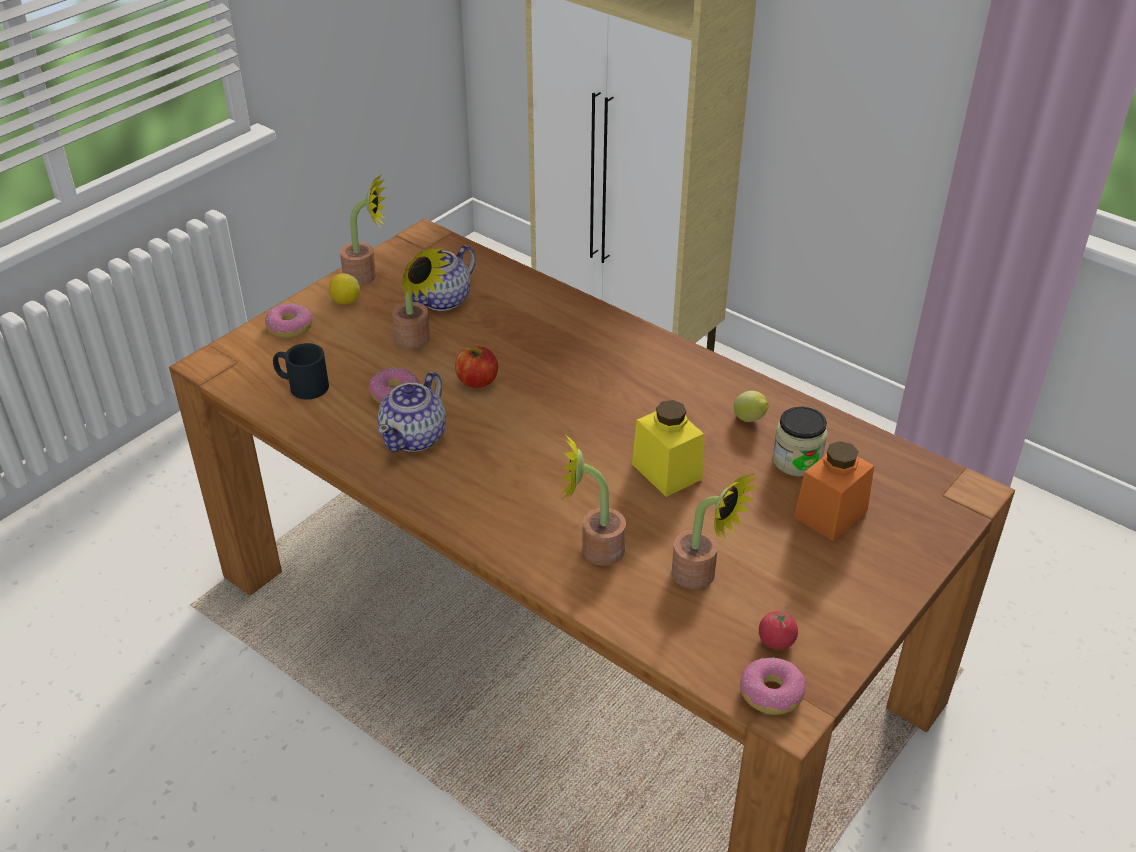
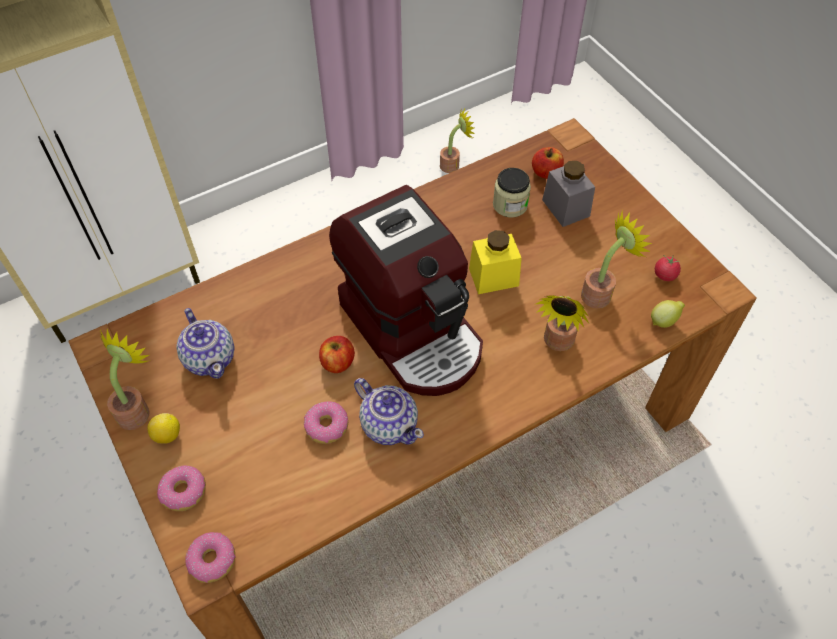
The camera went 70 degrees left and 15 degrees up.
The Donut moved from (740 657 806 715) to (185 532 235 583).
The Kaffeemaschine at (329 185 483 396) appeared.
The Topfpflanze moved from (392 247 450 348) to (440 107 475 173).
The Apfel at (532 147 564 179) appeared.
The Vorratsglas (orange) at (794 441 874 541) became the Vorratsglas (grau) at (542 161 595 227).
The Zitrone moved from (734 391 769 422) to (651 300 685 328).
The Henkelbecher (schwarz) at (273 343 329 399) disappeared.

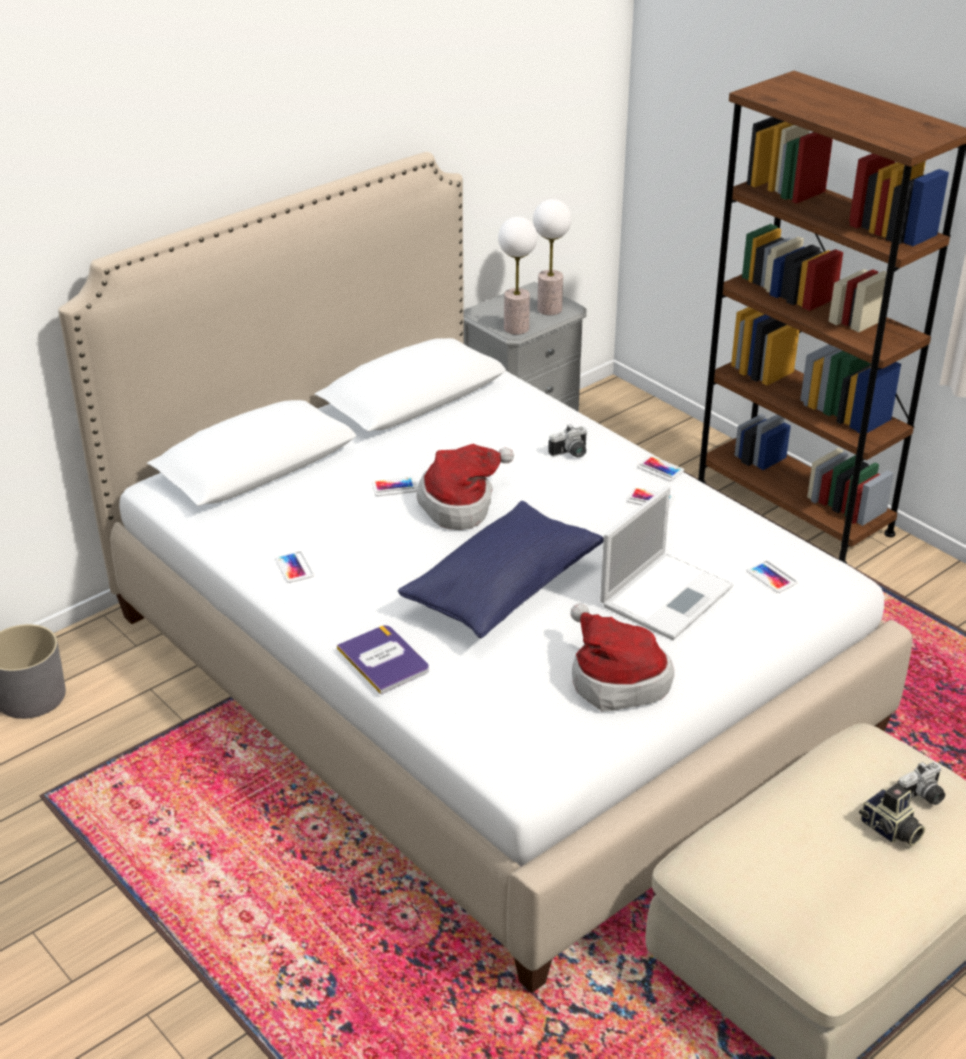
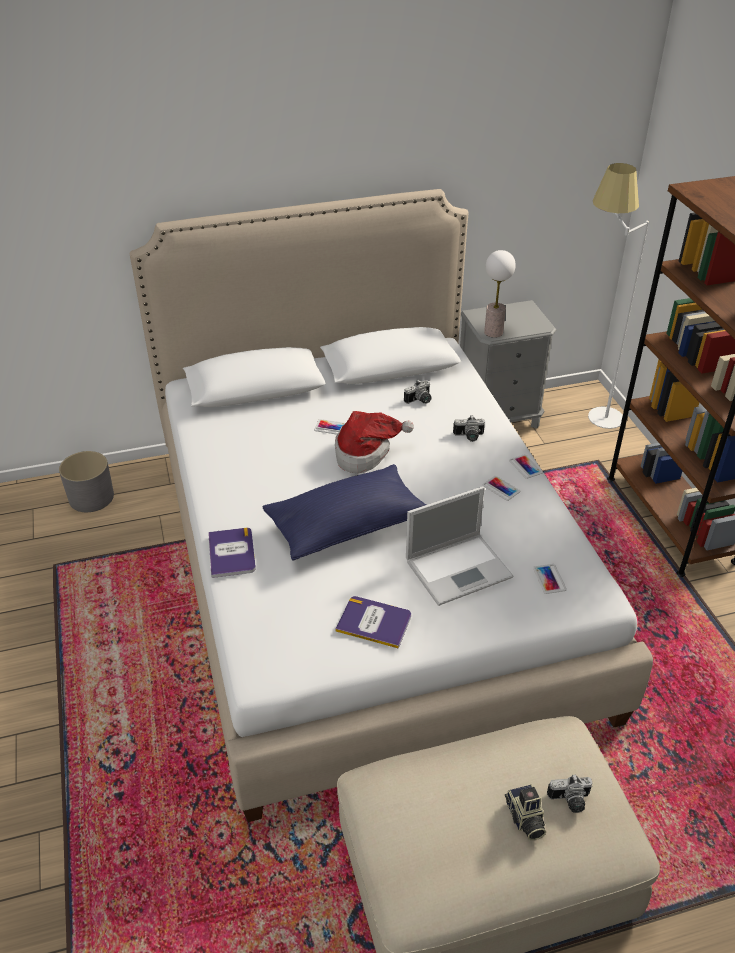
The camera went 25 degrees right and 5 degrees up.
The Hut at (571 603 674 712) was replaced by the Buch at (336 596 411 649).
The Kamera at (404 380 431 404) appeared.
The Stehlampe (weiß) at (588 163 649 429) appeared.
The Handy at (275 551 315 583) disappeared.
The Tischlampe at (533 199 572 315) disappeared.

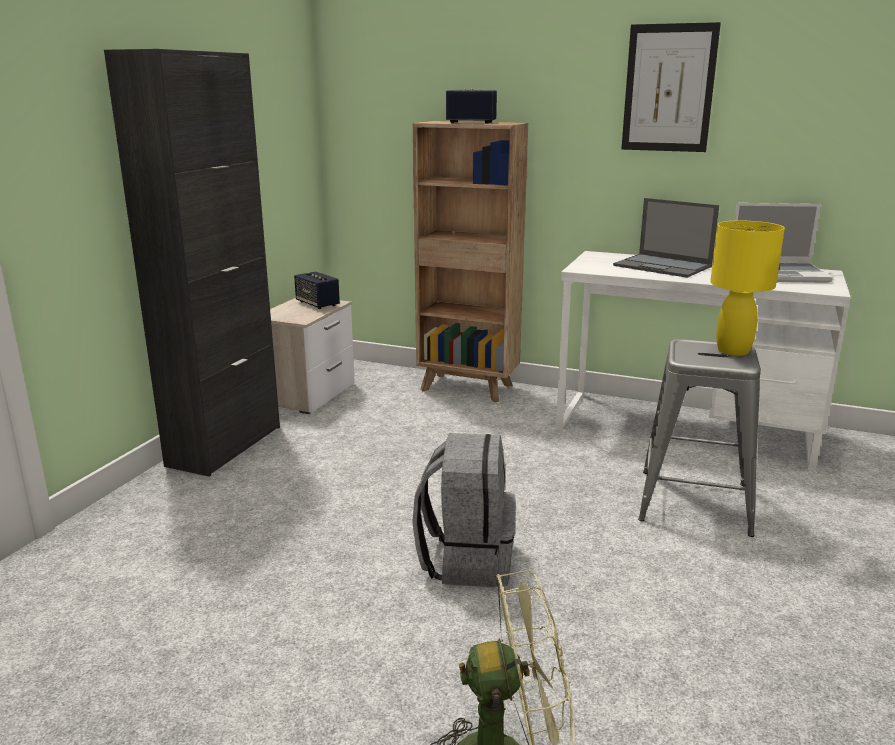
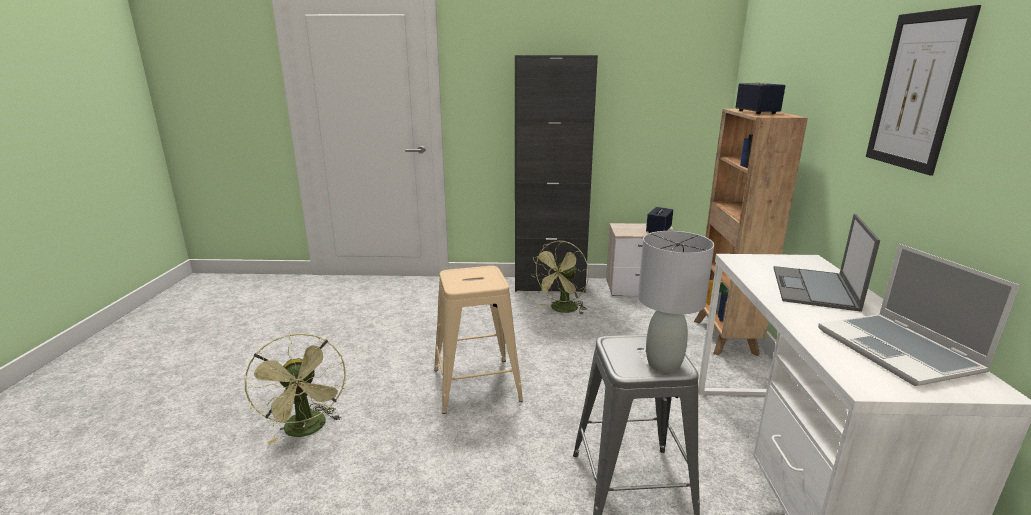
The camera went 70 degrees right and 0 degrees up.
The Rucksack (grau) at (412 433 516 587) was replaced by the Hocker (beige) at (434 266 523 414).
The Ventilator (grün) at (531 241 589 315) appeared.
The Tischlampe (gelb) at (710 221 785 356) became the Tischlampe (grau) at (638 231 714 373).

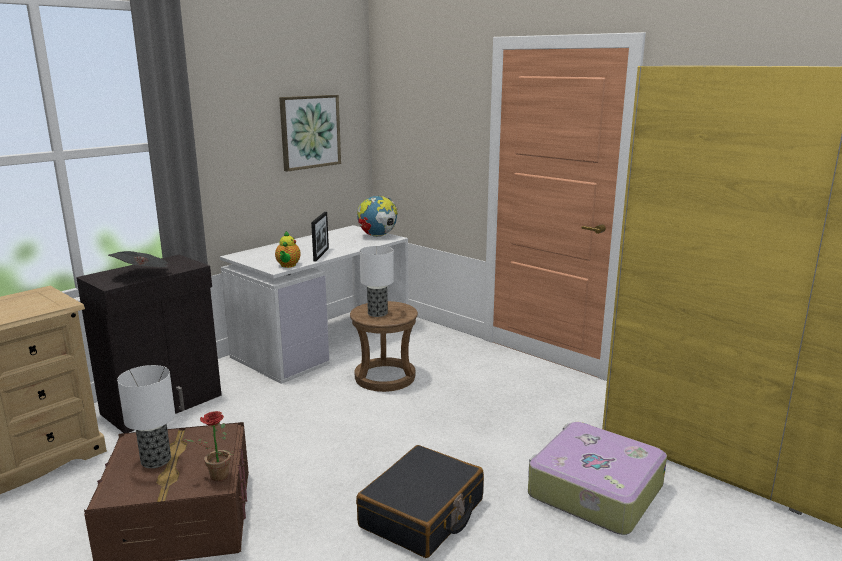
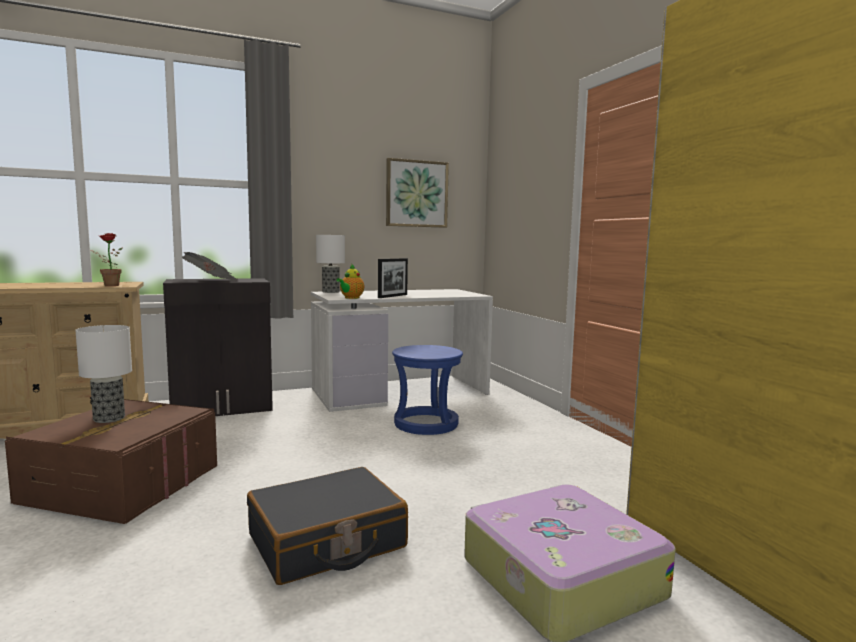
The camera went 25 degrees right and 10 degrees down.
The Topfpflanze moved from (184 411 233 481) to (91 233 123 286).
The Tischlampe moved from (360 246 394 317) to (316 235 345 293).
The Hocker (braun) at (350 301 418 392) became the Hocker (blau) at (392 345 463 435).
The Globus at (357 196 398 237) disappeared.

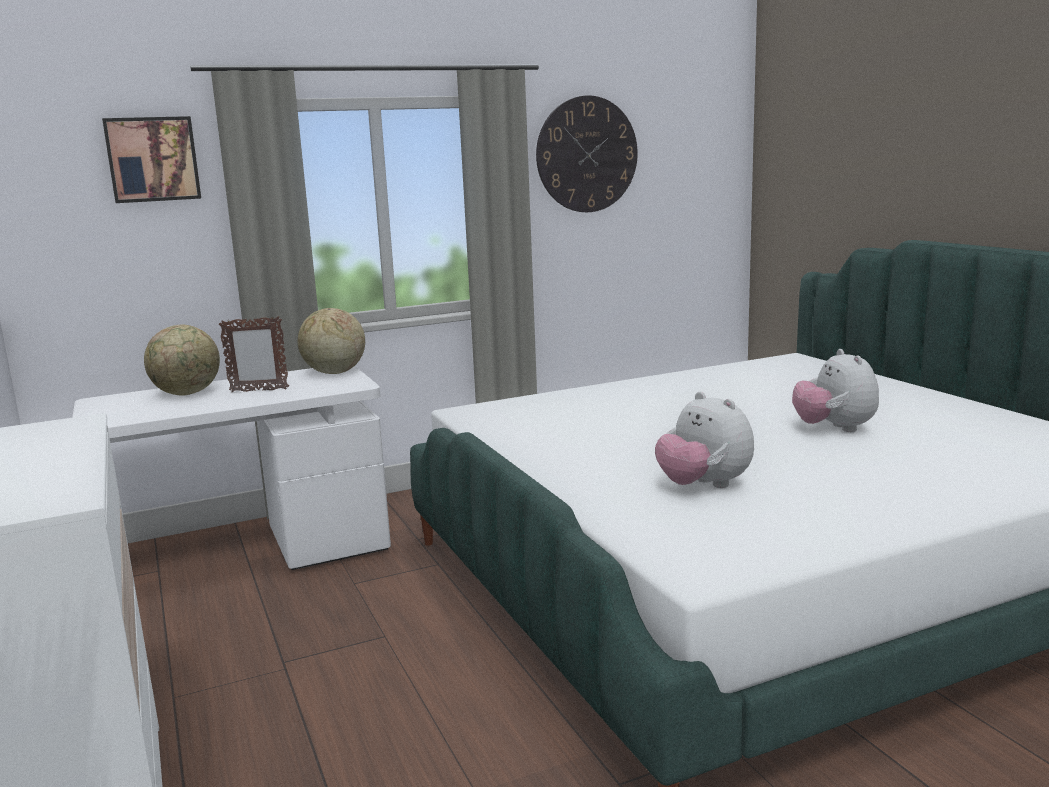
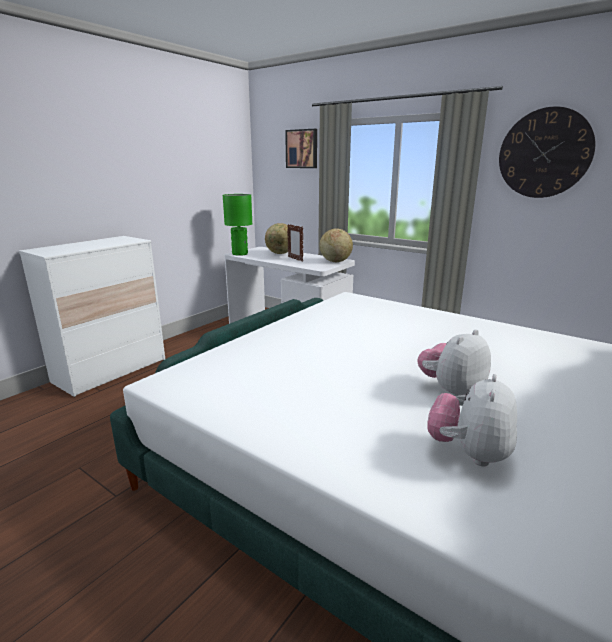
The camera went 60 degrees right and 5 degrees up.
The Tischlampe (grün) at (223 194 252 256) appeared.
The Plüschtier moved from (655 392 754 488) to (427 374 517 466).

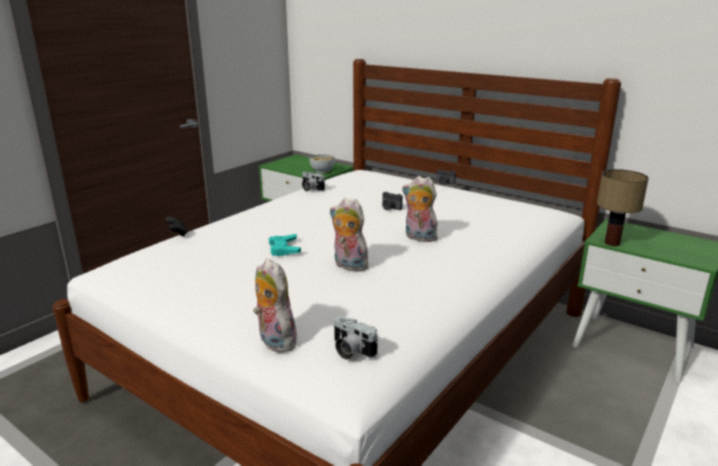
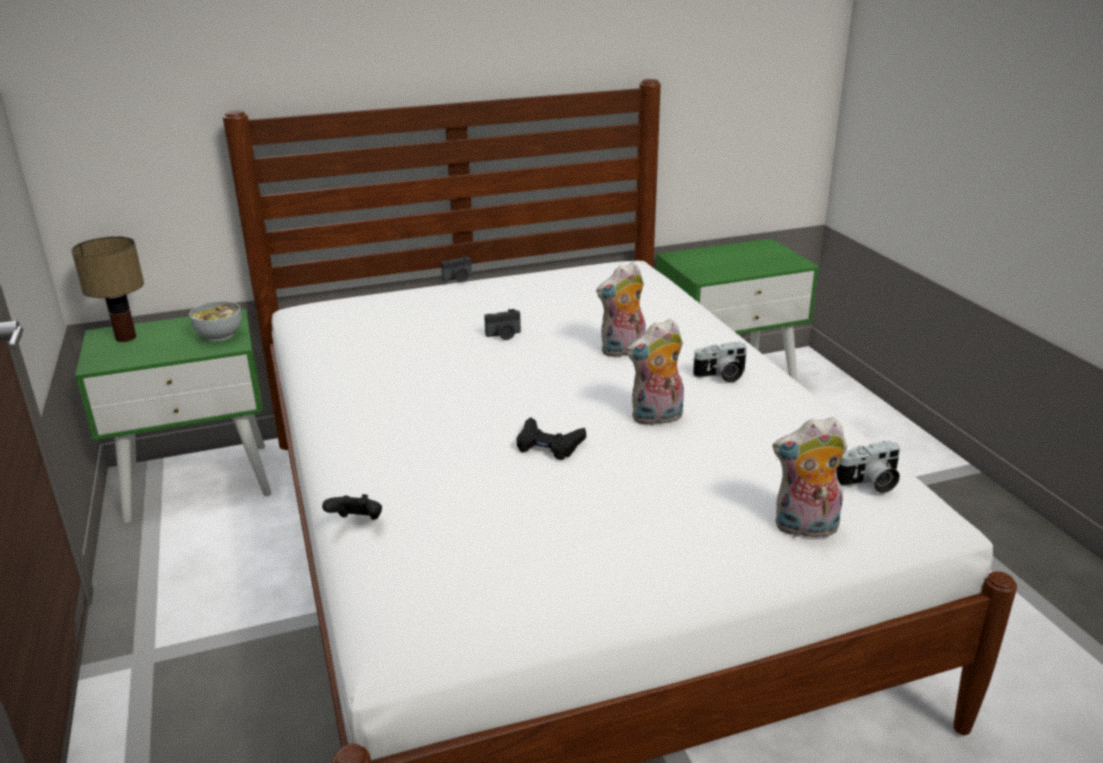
The camera went 55 degrees left and 5 degrees up.
The Tischlampe moved from (597 169 649 246) to (71 236 144 342).
The Gamepad (türkis) at (269 234 301 256) became the Gamepad (schwarz) at (517 417 586 460).
The Kamera moved from (302 172 325 192) to (693 342 747 383).

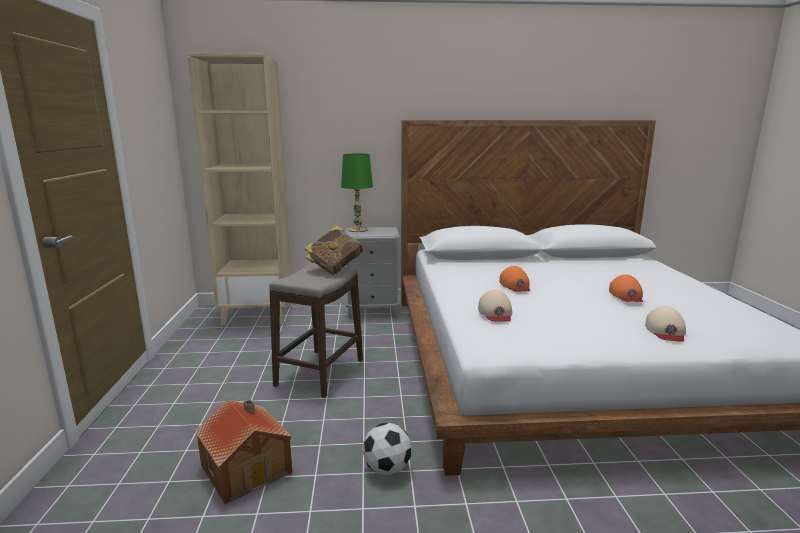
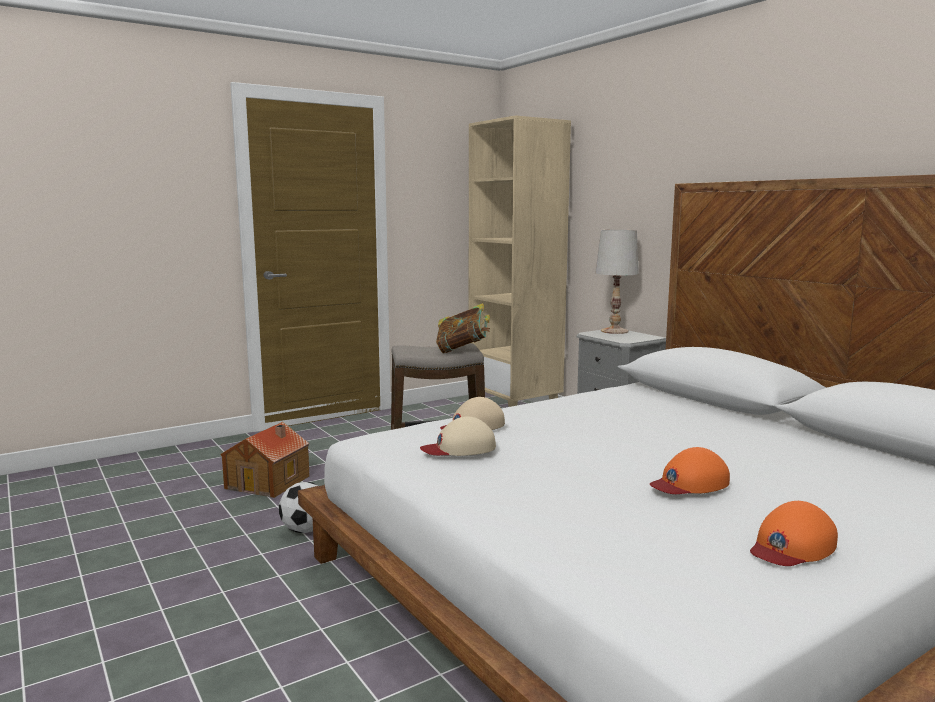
The camera went 60 degrees right and 5 degrees down.
The Kappe (beige) moved from (645 306 686 342) to (420 416 496 456).
The Tischlampe (grün) at (341 153 373 232) became the Tischlampe (weiß) at (595 230 639 334).
The Kappe (orange) moved from (499 266 530 291) to (750 501 838 566).

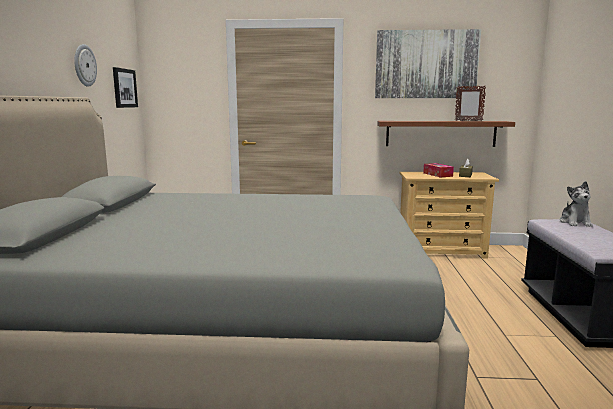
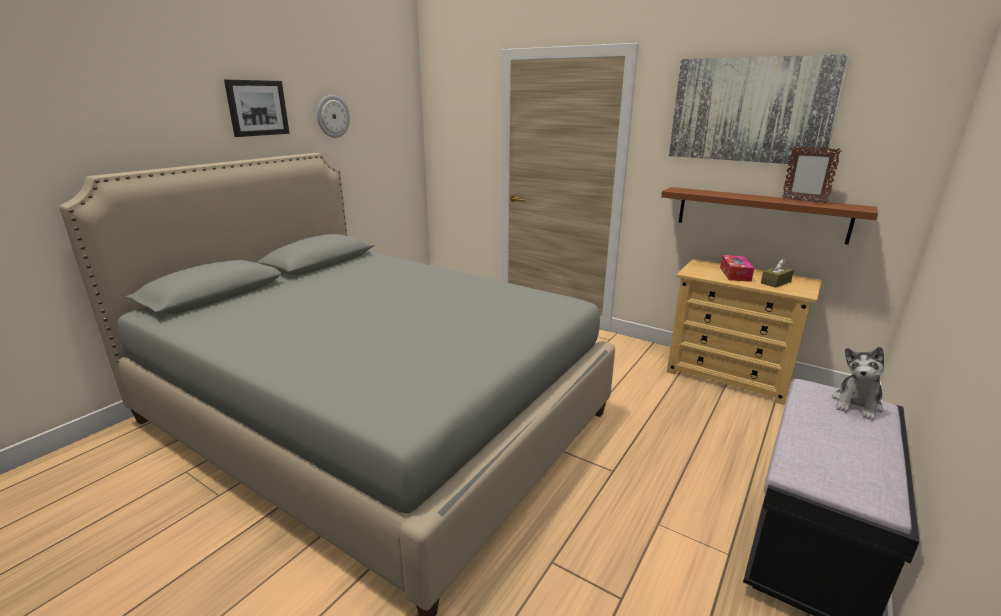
The camera went 30 degrees right and 10 degrees up.
The Bild moved from (113 67 138 108) to (224 80 289 137).

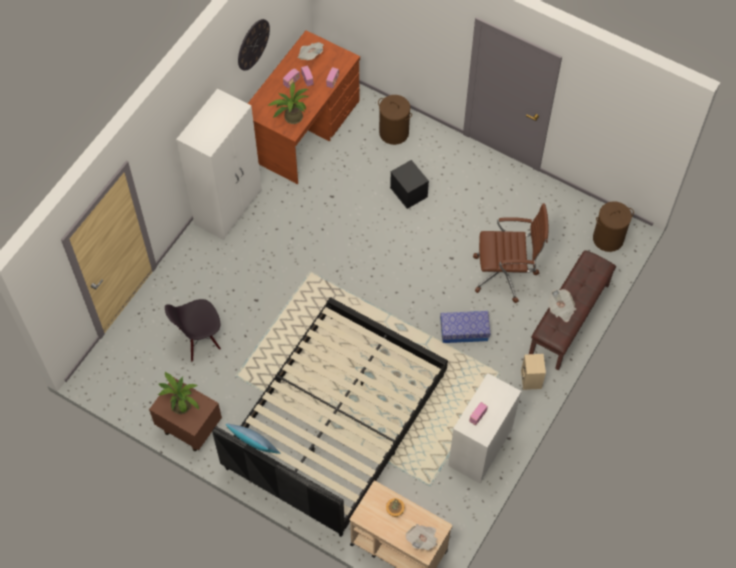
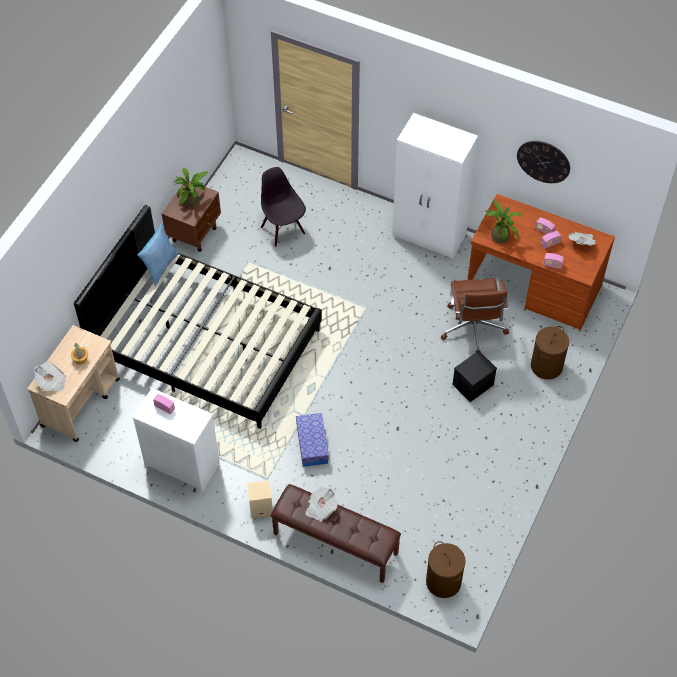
The camera went 85 degrees right and 5 degrees down.
The Bürostuhl (braun) moved from (473 203 549 303) to (441 278 509 352).

